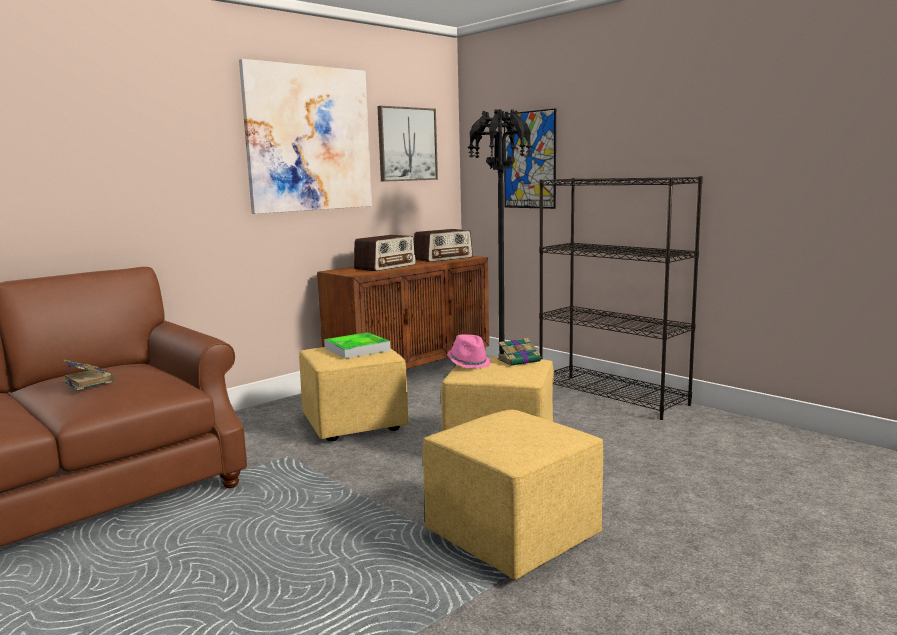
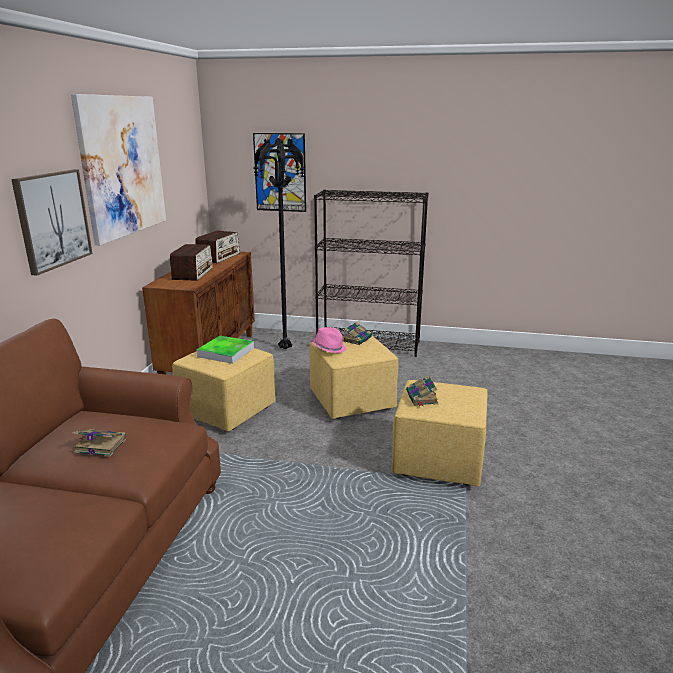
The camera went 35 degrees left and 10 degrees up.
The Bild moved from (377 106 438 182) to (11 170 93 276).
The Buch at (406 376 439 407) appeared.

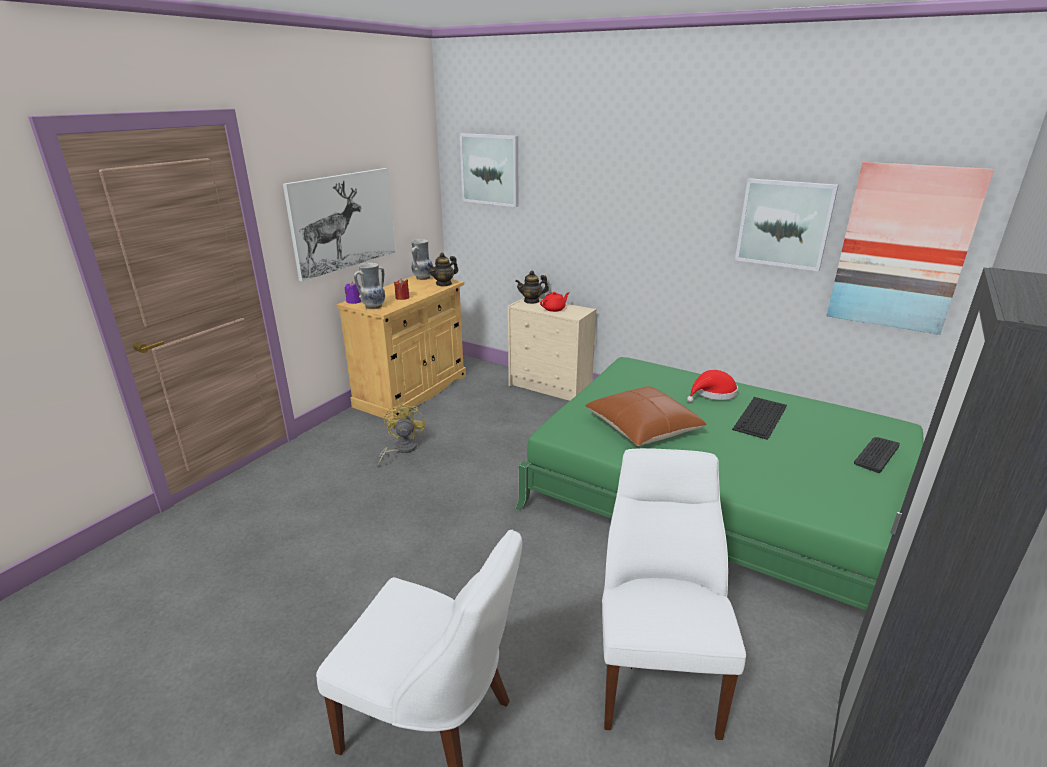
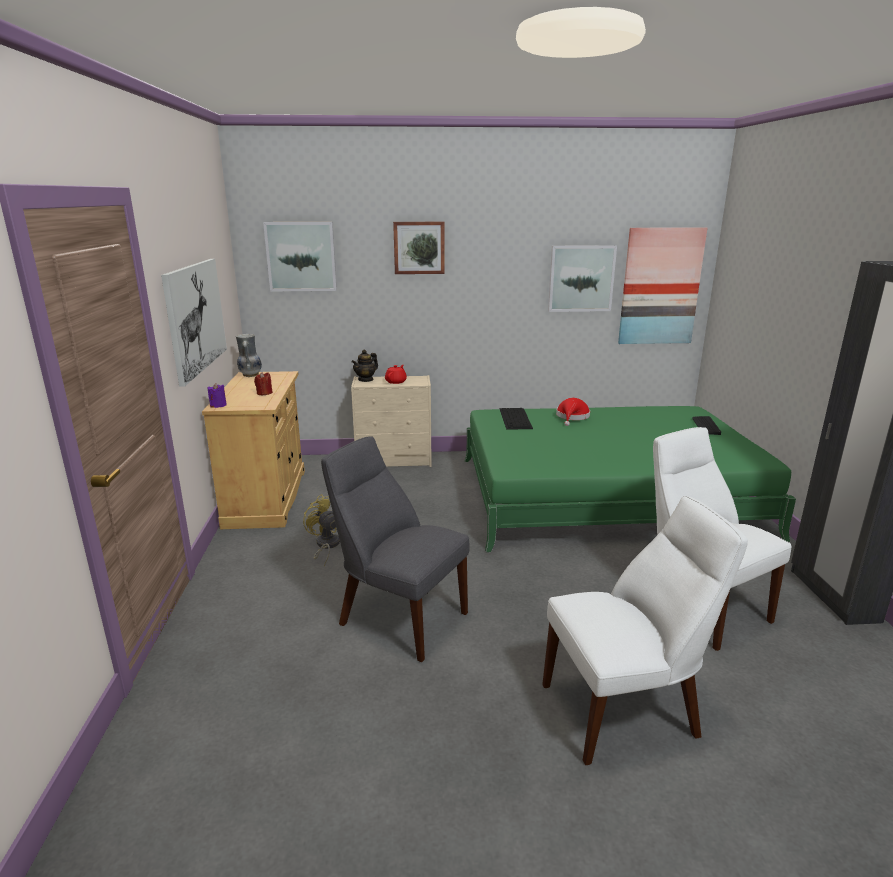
The camera went 35 degrees left and 5 degrees down.
The Stuhl (grau) at (321 436 470 662) appeared.
The Bild at (393 222 444 274) appeared.
The Tastatur moved from (732 397 787 440) to (500 408 533 429).
The Vase at (354 263 385 309) disappeared.
The Teekanne at (427 253 458 287) disappeared.
The Kissen (braun) at (585 386 707 446) disappeared.

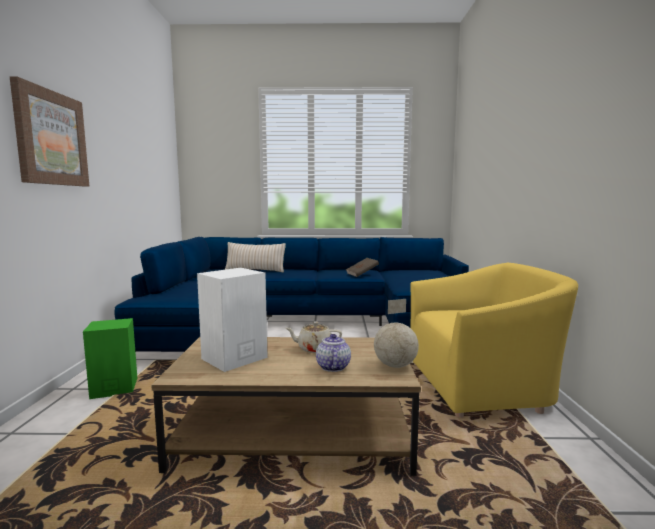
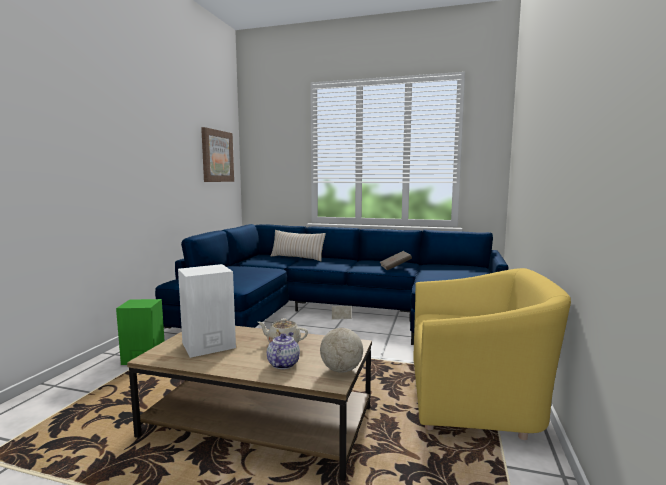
The camera went 15 degrees right and 0 degrees up.
The Bild moved from (10 76 89 186) to (201 127 234 182).

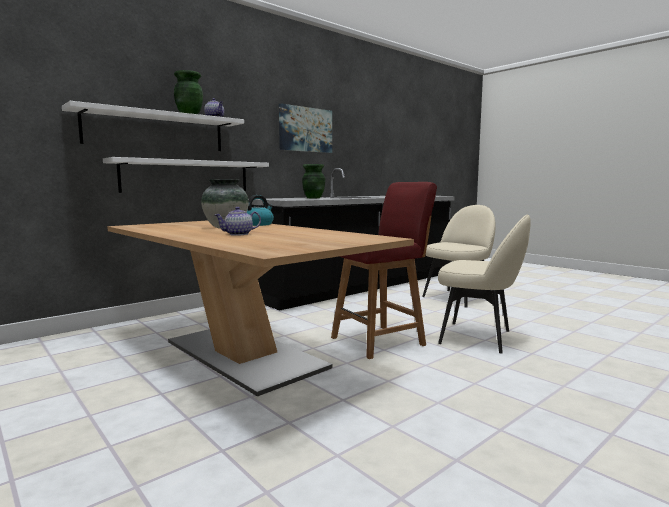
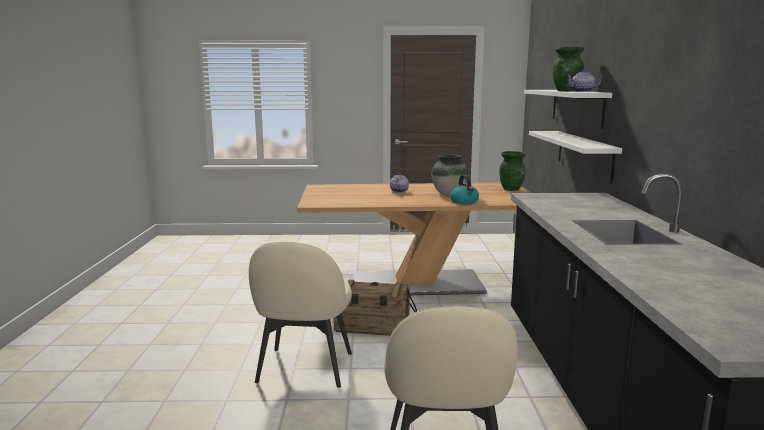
The camera went 130 degrees right and 5 degrees up.
The Stuhl (beige) at (438 214 531 353) turned 60 degrees counterclockwise.
The Stuhl (rot) at (331 182 437 359) was replaced by the Kiste at (333 280 417 336).
The Vase (grün) moved from (302 164 325 198) to (499 151 526 191).
The Bild at (279 104 332 153) disappeared.

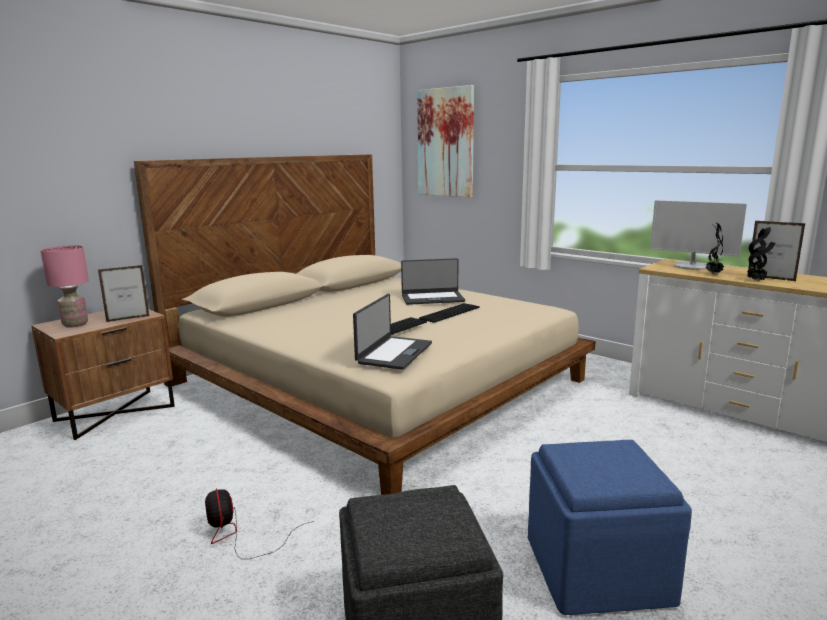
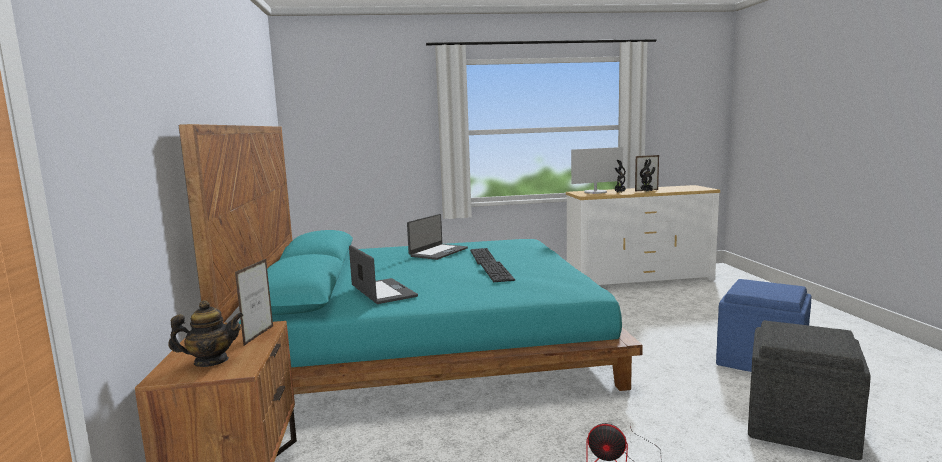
The camera went 50 degrees left and 5 degrees down.
The Tischlampe (rosa) at (40 245 89 328) was replaced by the Teekanne at (168 300 244 367).
The Bett (beige) at (134 154 596 495) became the Bett (türkis) at (178 124 643 394).
The Laptop moved from (353 294 432 370) to (349 245 418 304).
The Bild at (417 85 474 197) disappeared.

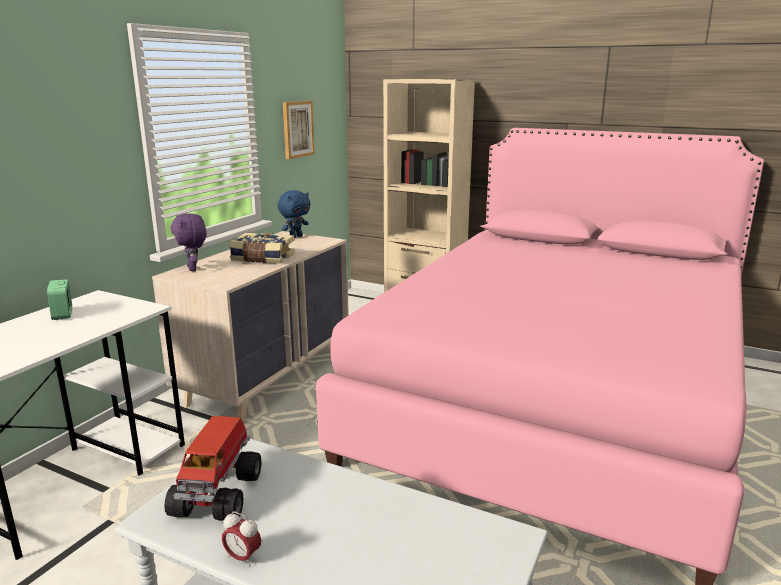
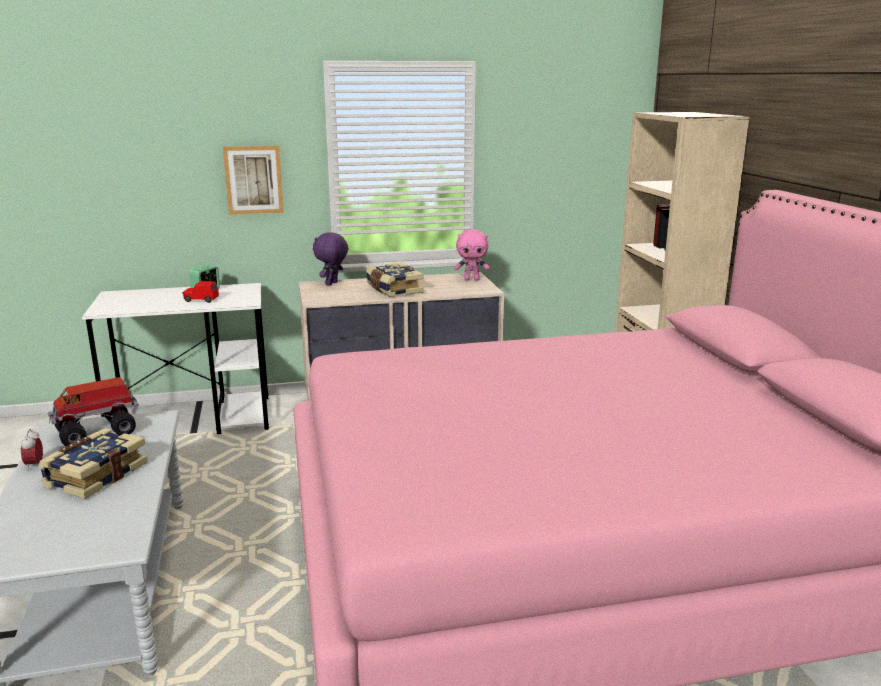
The camera went 50 degrees right and 0 degrees up.
The Buch at (38 428 148 499) appeared.
The Spielzeugauto (rot) at (182 281 219 303) appeared.
The Bild moved from (283 101 315 159) to (223 146 284 215).
The Plüschtier (blau) at (278 190 311 238) became the Plüschtier (rosa) at (454 229 490 281).

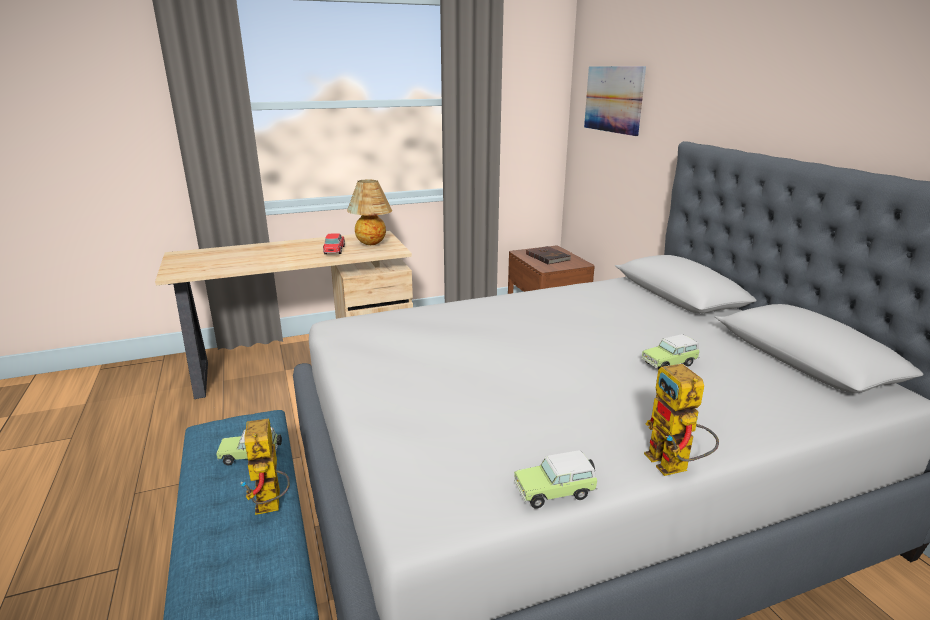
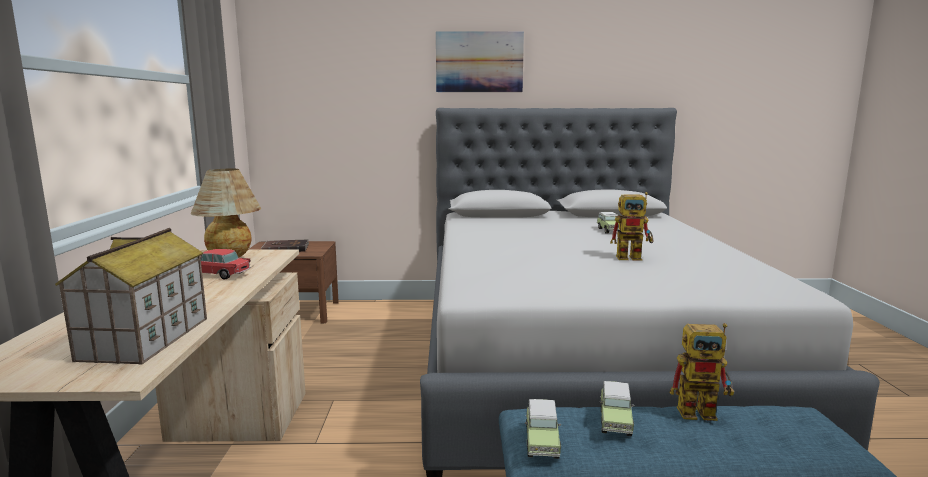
The camera went 70 degrees left and 10 degrees down.
The Spielzeughaus at (55 228 207 365) appeared.
The Bild moved from (584 66 646 136) to (436 31 524 92).
The Spielzeugauto moved from (514 450 598 509) to (525 399 561 459).
The Spielzeugroboter moved from (644 364 719 476) to (610 192 653 261).

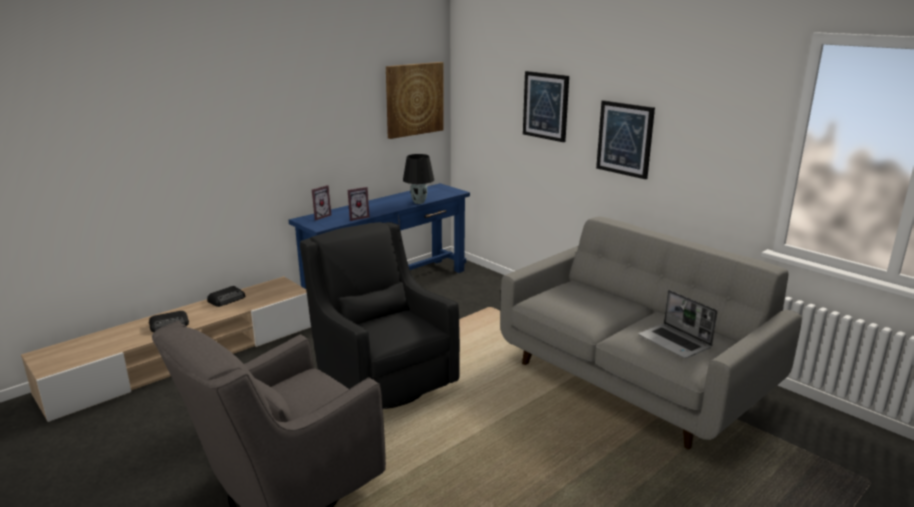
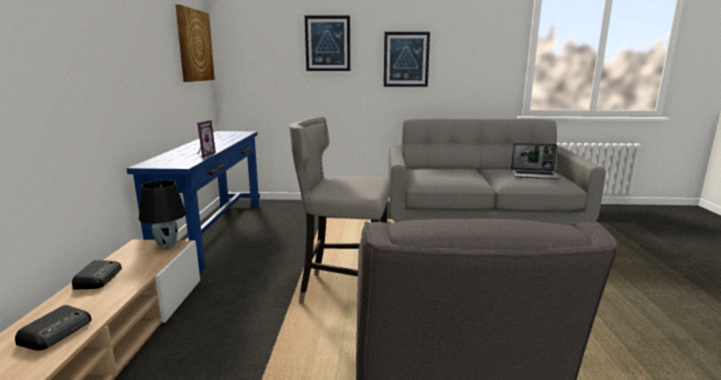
The camera went 45 degrees left and 5 degrees down.
The Tischlampe (schwarz) moved from (403 154 434 204) to (139 180 186 248).
The Sessel (schwarz) at (300 222 460 409) was replaced by the Hocker (grau) at (289 117 391 304).
The Bilderrahmen at (312 185 331 221) disappeared.

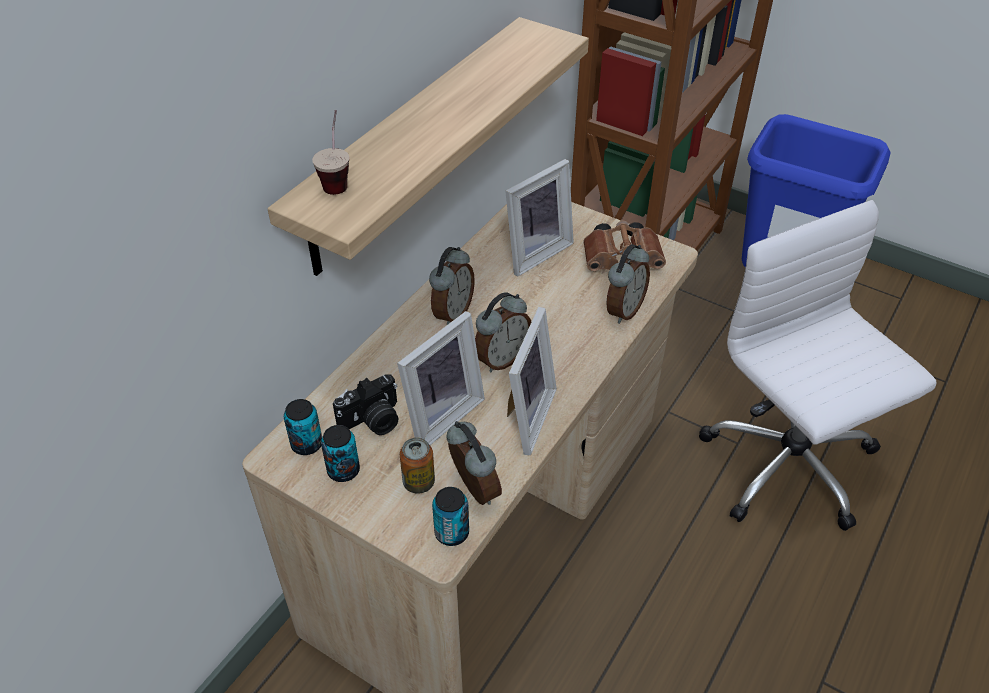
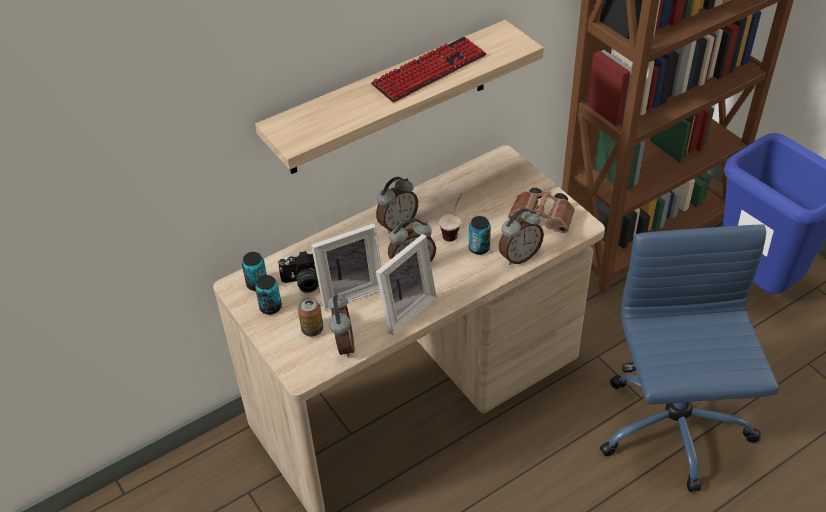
The camera went 25 degrees right and 0 degrees up.
The Tastatur at (371 37 486 103) appeared.
The Tasse moved from (312 110 349 195) to (439 193 462 242).
The Dose moved from (432 487 469 546) to (469 216 491 255).
The Bürostuhl (weiß) at (699 200 937 531) became the Bürostuhl (blau) at (600 224 779 492).
The Bilderrahmen at (505 159 574 276) disappeared.

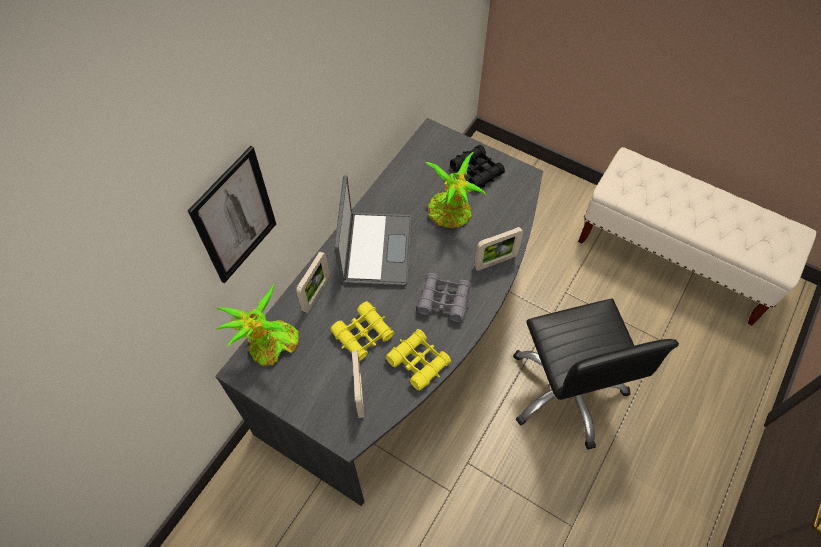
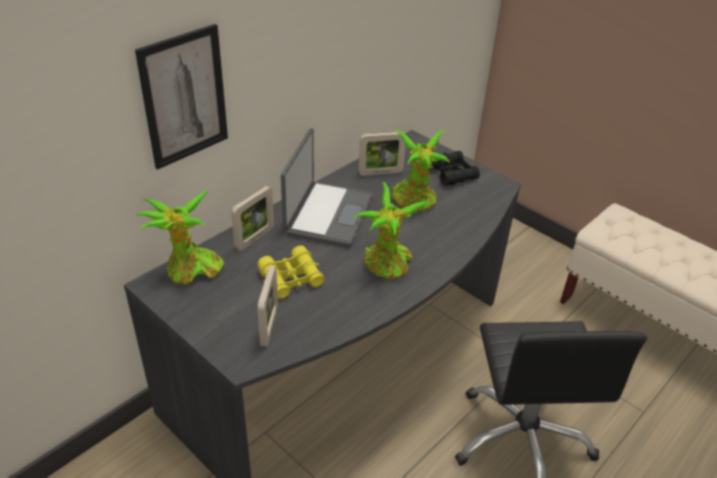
The camera went 10 degrees right and 20 degrees down.
The Fernglas (grau) at (417 273 471 322) was replaced by the Topfpflanze at (353 182 432 279).
The Bilderrahmen moved from (474 227 523 271) to (358 132 406 176).
The Fernglas (gelb) at (386 329 451 391) disappeared.

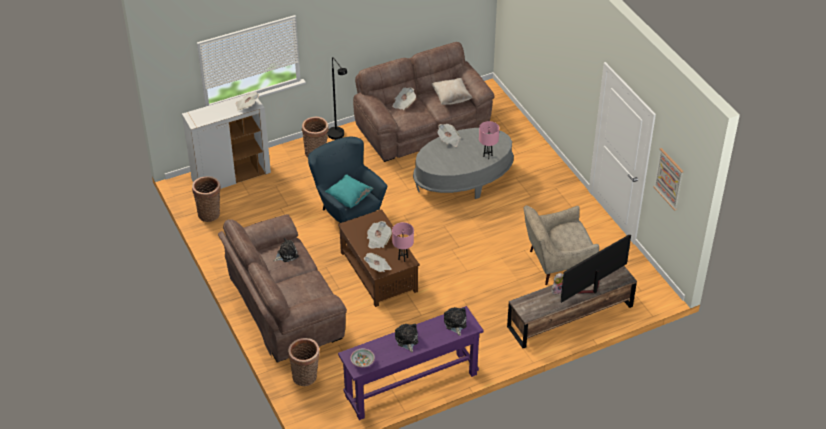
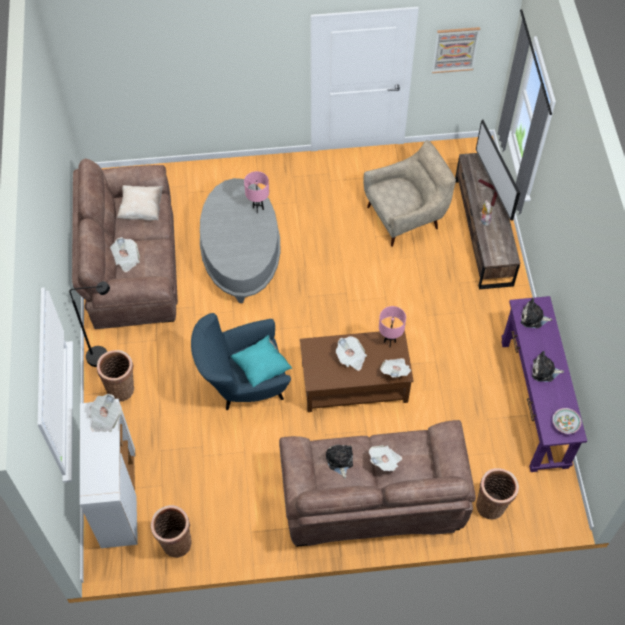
The camera went 70 degrees left and 15 degrees up.
The Sessel (beige) at (523 205 599 285) turned 120 degrees counterclockwise.
The Zeitung moved from (437 124 461 147) to (369 445 402 471).

